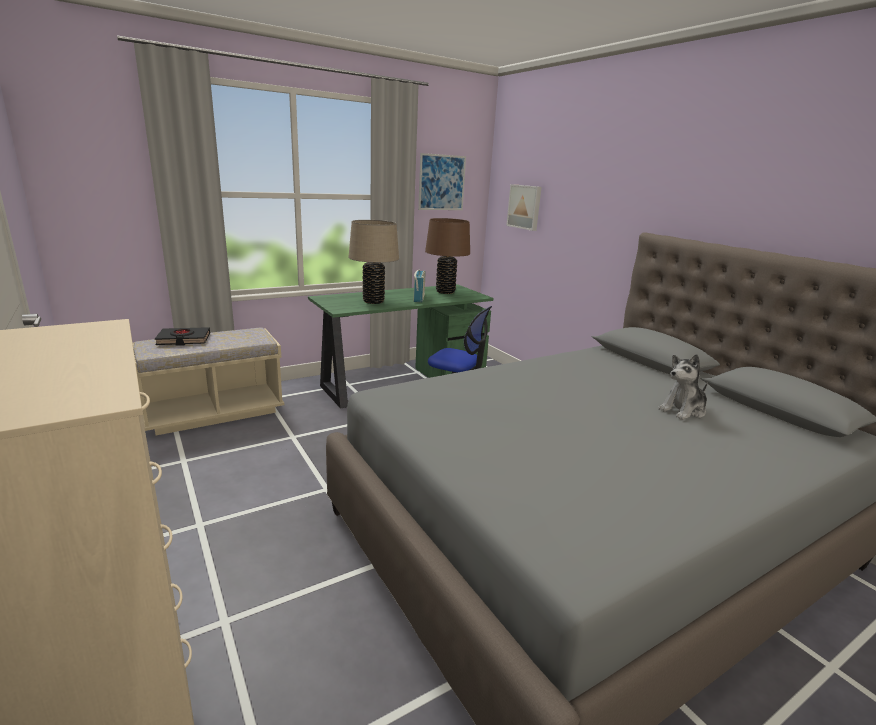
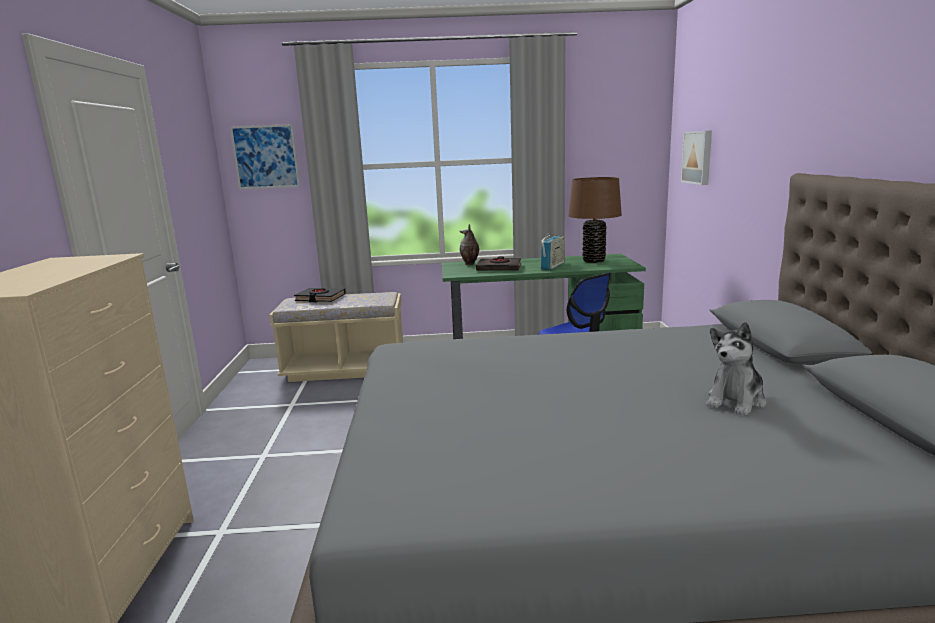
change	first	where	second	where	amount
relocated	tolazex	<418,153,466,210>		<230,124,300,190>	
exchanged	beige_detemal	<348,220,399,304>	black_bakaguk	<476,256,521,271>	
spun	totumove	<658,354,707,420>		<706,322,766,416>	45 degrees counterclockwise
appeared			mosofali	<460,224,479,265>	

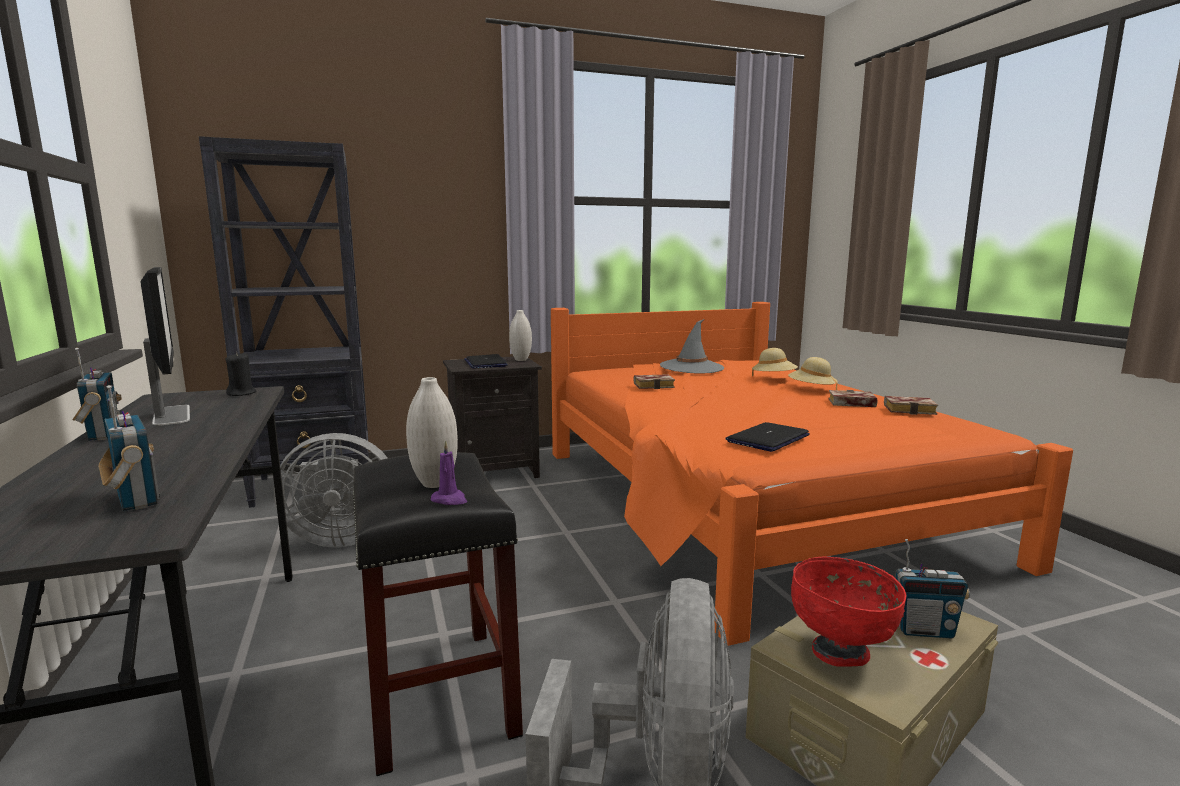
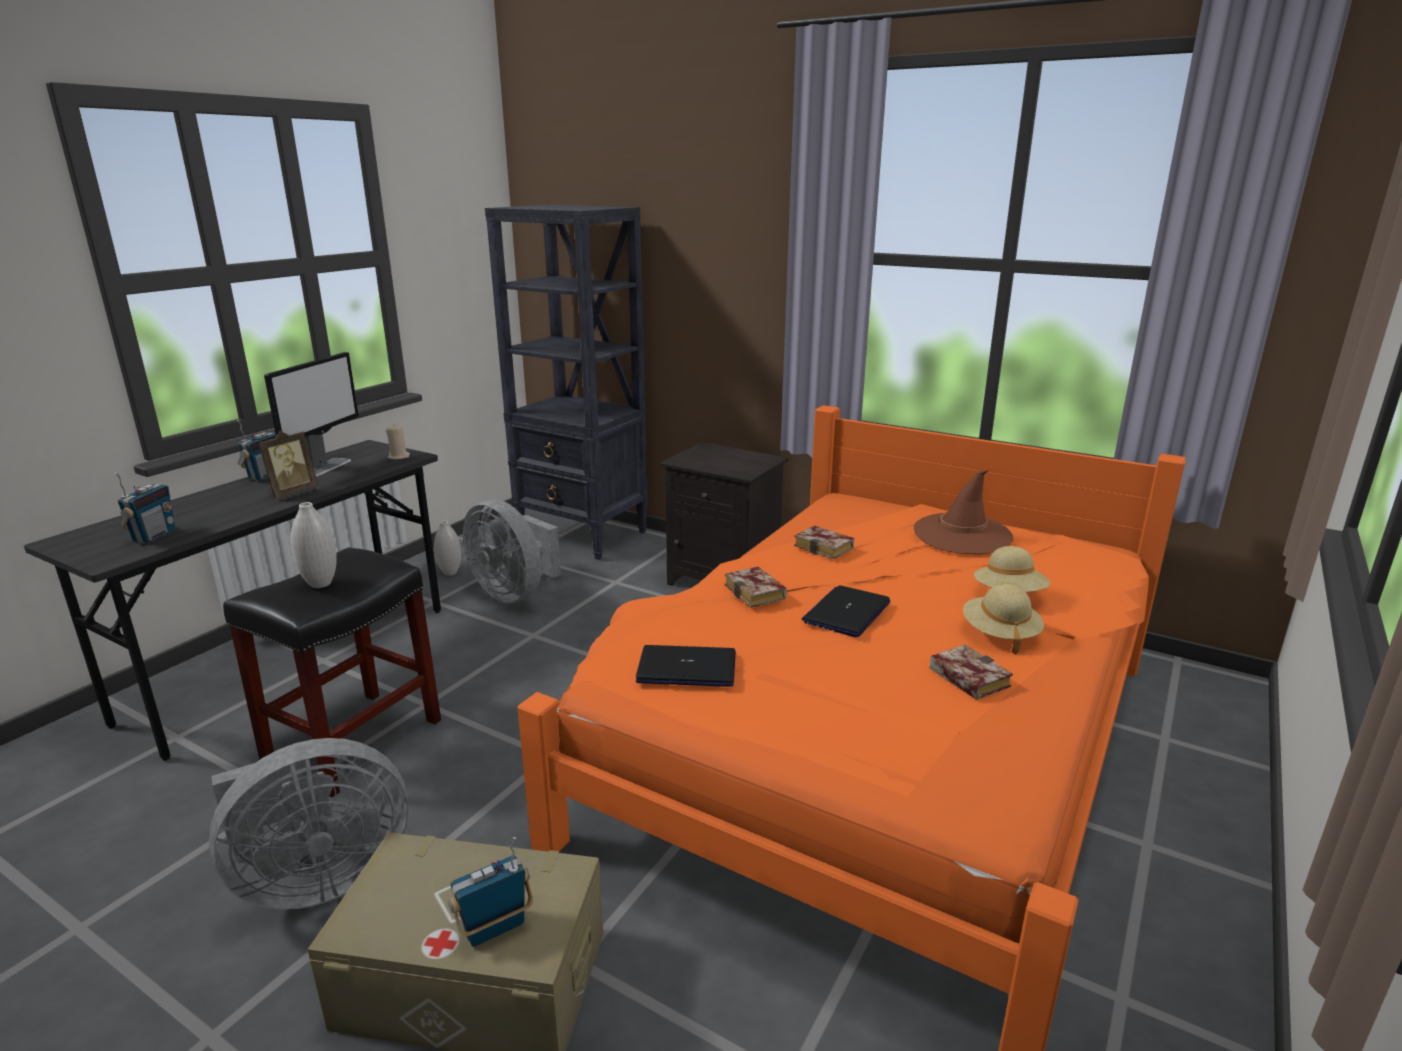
change	first	where	second	where	amount
relocated	white_mosofali	<509,310,532,361>		<434,521,461,576>	
colour	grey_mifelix	<660,319,724,373>	brown_mifelix	<914,470,1013,554>	
colour	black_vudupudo	<226,352,256,396>	beige_vudupudo	<386,423,410,459>	
relocated	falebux	<464,354,508,369>		<802,585,890,637>	
relocated	bakaguk	<884,396,938,415>		<725,567,786,607>	
missing	purple_vudupudo	<431,440,467,505>			
spun	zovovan	<896,539,970,638>		<448,837,533,947>	90 degrees clockwise
missing	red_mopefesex	<791,556,907,667>			
appeared			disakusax	<258,430,318,499>	

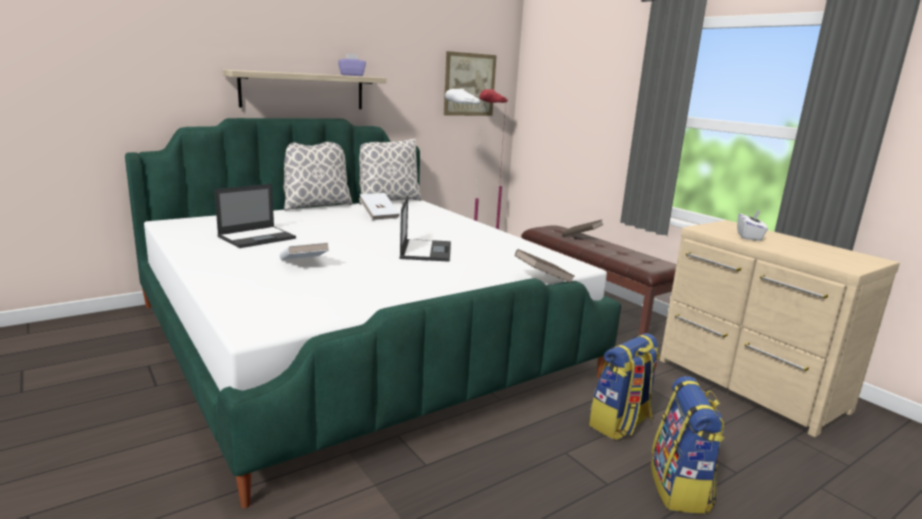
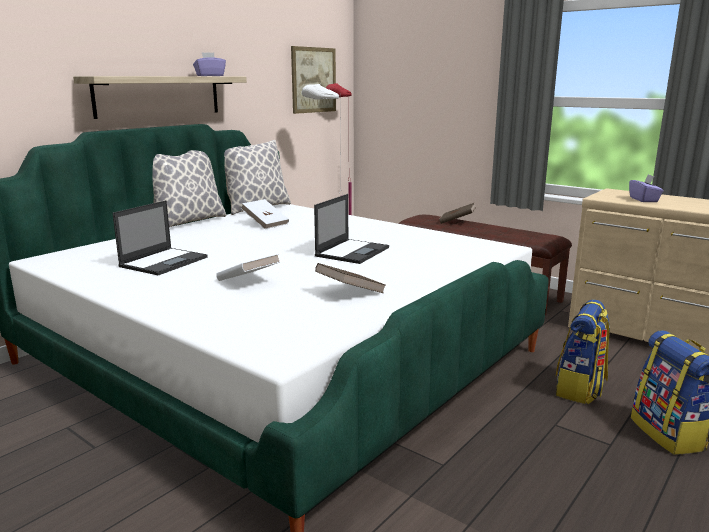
change	first	where	second	where	amount
spun	falebux	<399,195,451,262>		<314,194,389,264>	45 degrees clockwise
colour	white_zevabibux	<737,210,768,241>	purple_zevabibux	<629,174,664,202>	
relocated	brown_bakaguk	<515,249,575,283>		<315,263,385,293>	

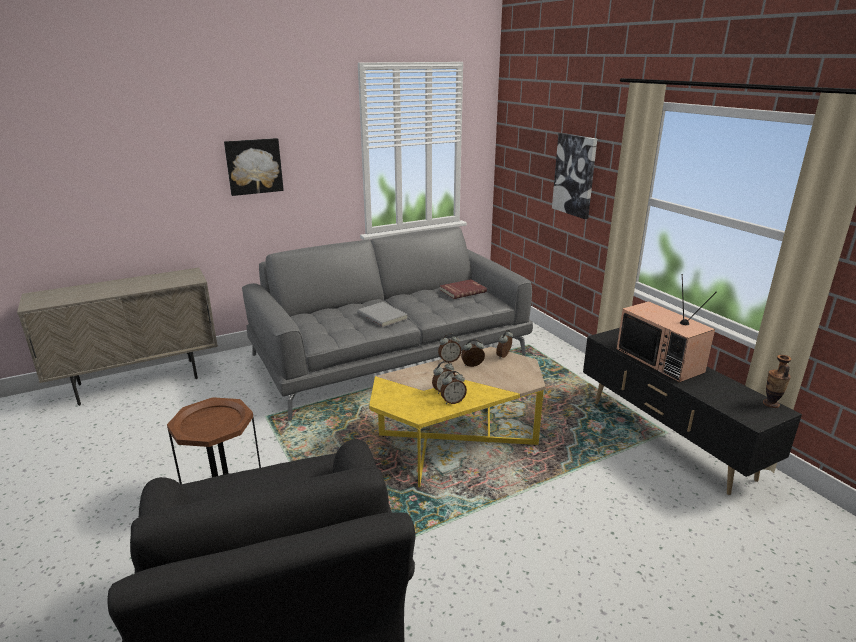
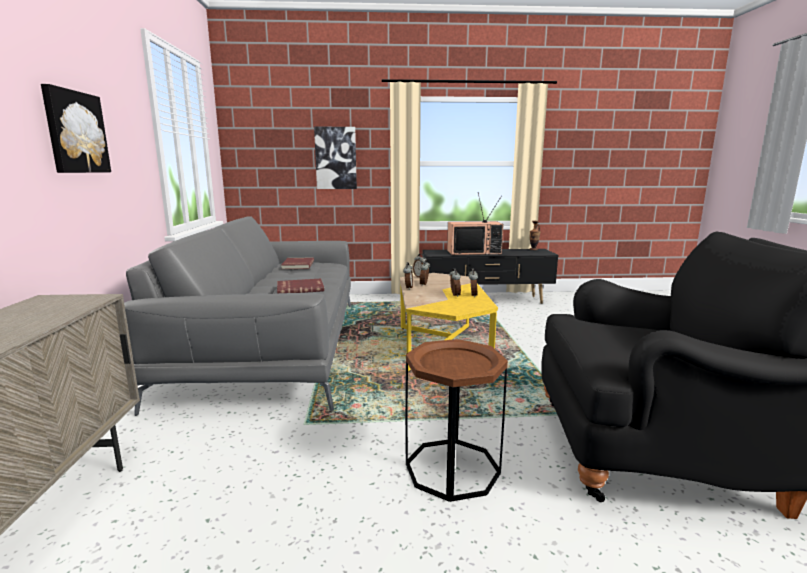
change	first	where	second	where	amount
colour	grey_bakaguk	<357,302,408,327>	red_bakaguk	<277,278,324,293>	

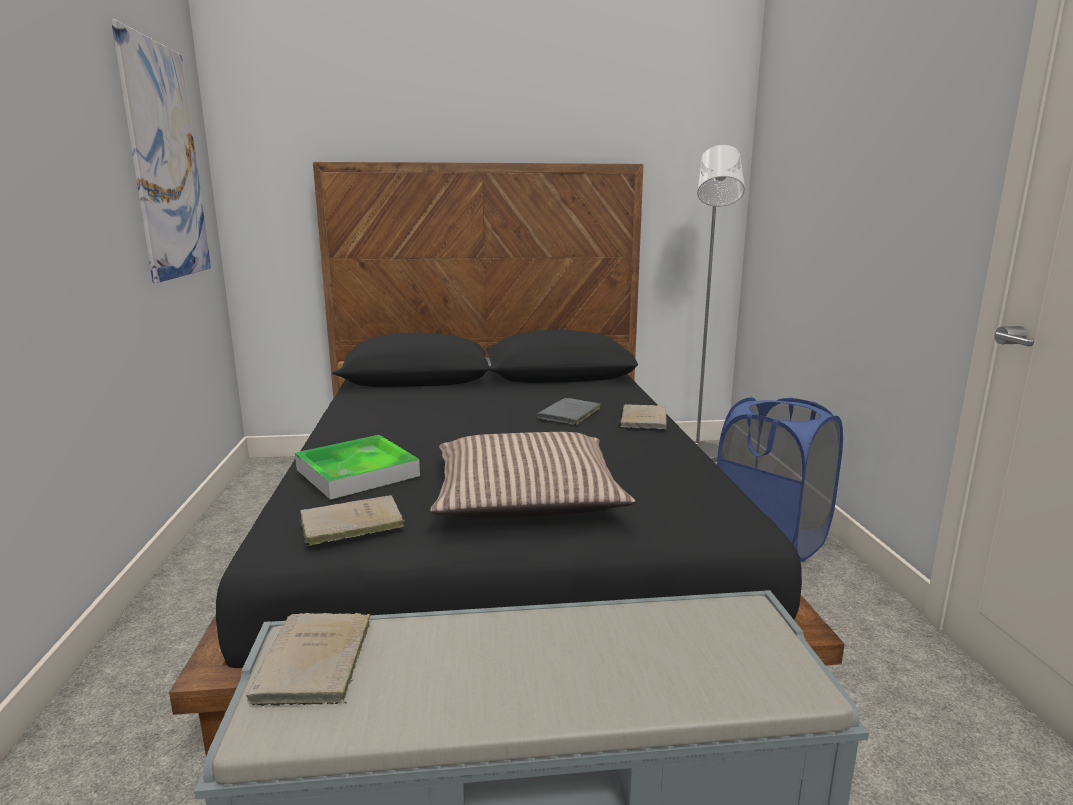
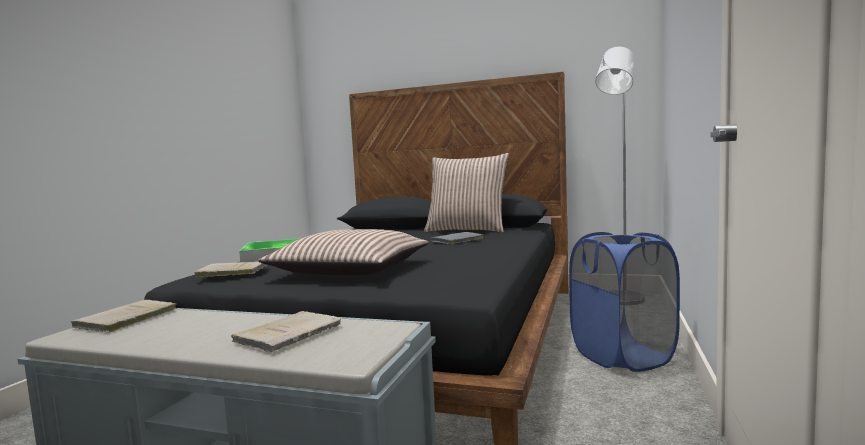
change	first	where	second	where	amount
missing	tolazex	<111,19,211,283>			
relocated	beige_bakaguk	<620,404,667,429>		<231,311,341,352>	
appeared			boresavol	<424,153,509,233>	

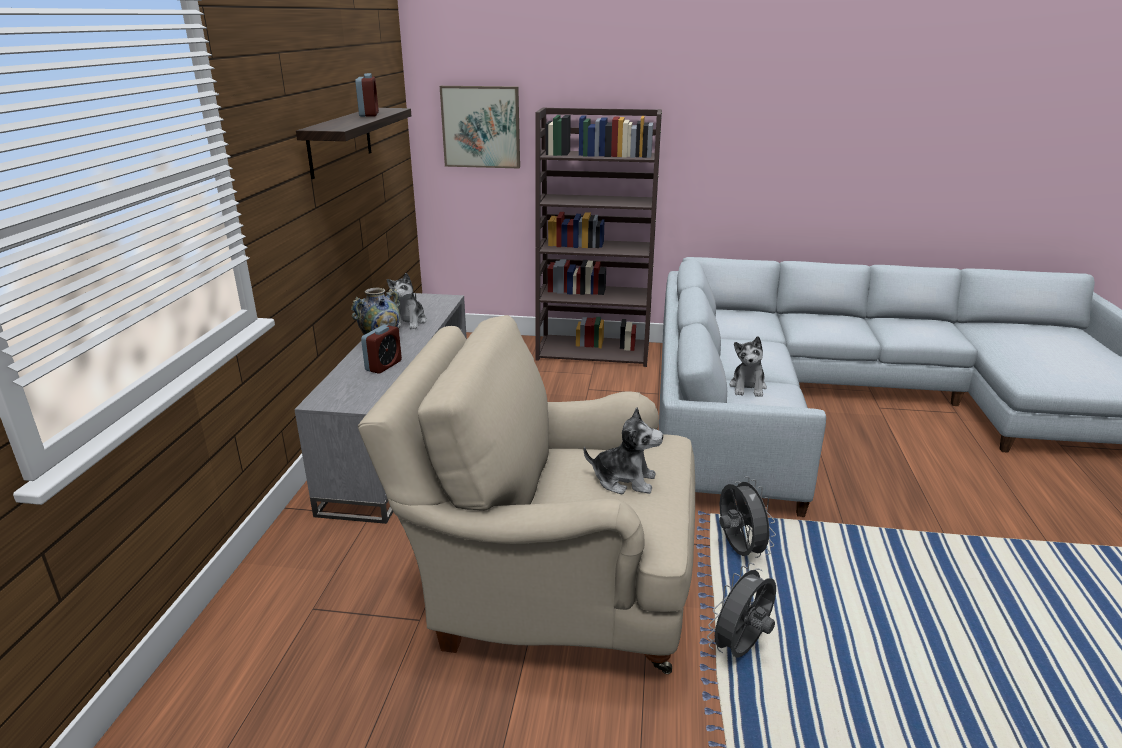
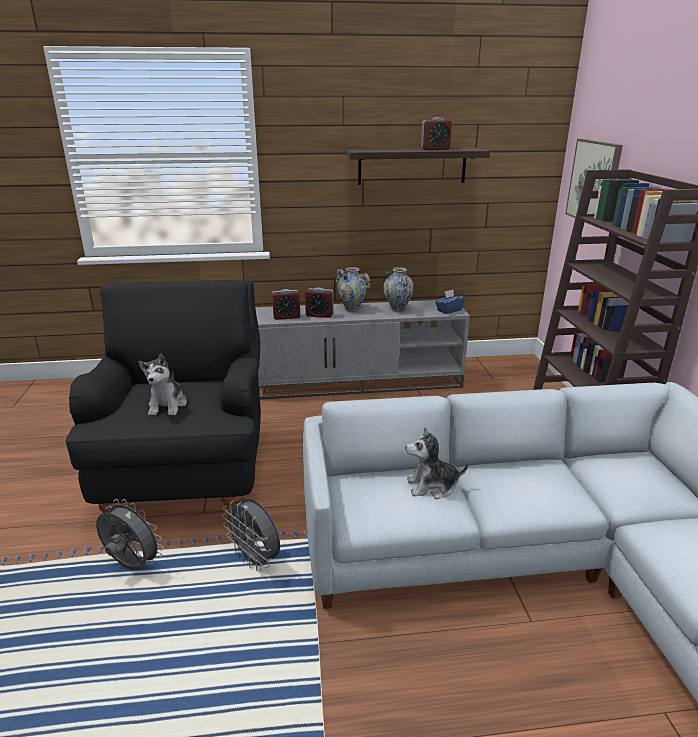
change	first	where	second	where	amount
exchanged	totumove	<387,273,427,329>	mosofali	<383,267,414,312>	
colour	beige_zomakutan	<357,315,695,674>	black_zomakutan	<65,280,261,529>	
spun	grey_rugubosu	<719,476,776,558>		<222,498,280,571>	75 degrees clockwise
appeared			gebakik	<272,289,300,320>	
appeared			blue_zevabibux	<435,290,465,314>	

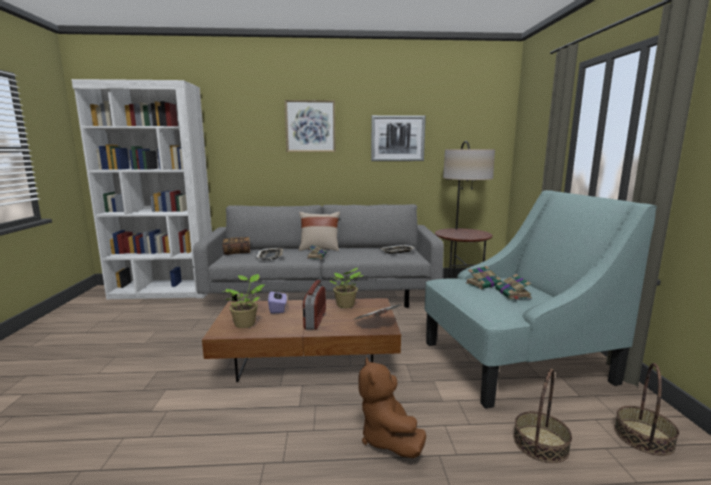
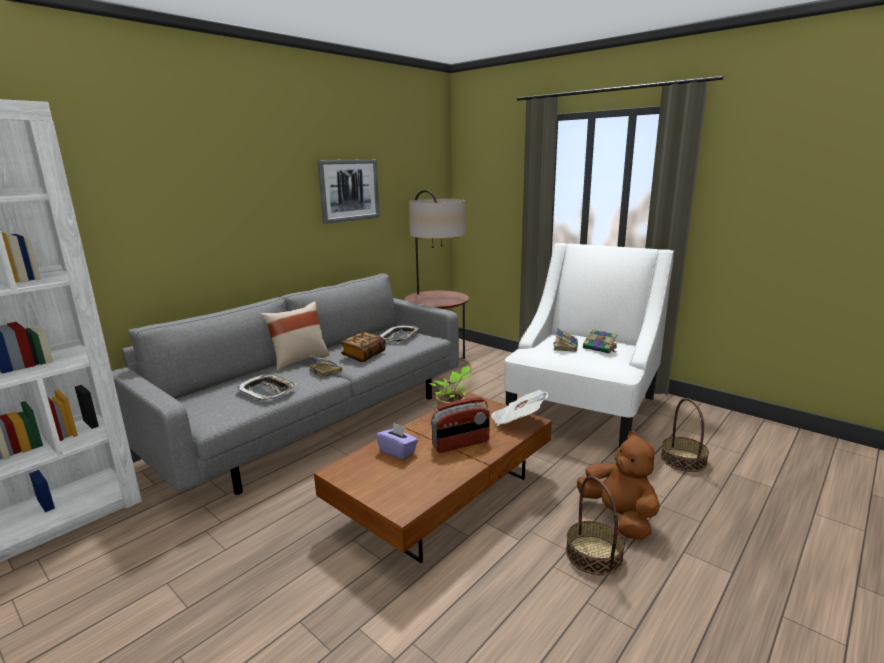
change	first	where	second	where	amount
missing	tolazex	<284,100,336,152>			
colour	turquoise_zomakutan	<425,190,657,409>	white_zomakutan	<504,243,674,449>	
relocated	bakaguk	<222,237,250,255>		<340,332,386,362>	
missing	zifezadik	<222,274,265,328>			
spun	zovovan	<302,280,326,330>		<431,397,490,453>	75 degrees counterclockwise
spun	brown_totumove	<358,357,426,458>		<577,431,660,540>	150 degrees counterclockwise
relocated	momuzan	<614,363,679,456>		<566,476,625,575>	

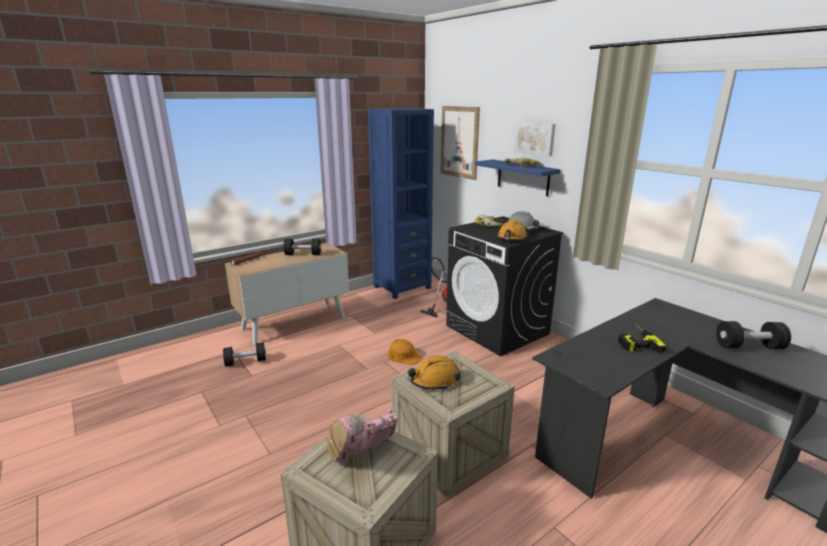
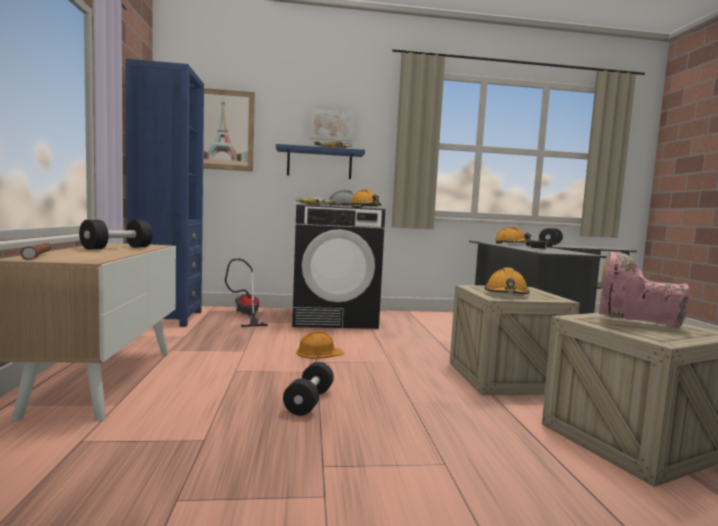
change	first	where	second	where	amount
relocated	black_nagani	<223,342,266,367>		<283,362,334,416>	
spun	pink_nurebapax	<327,408,398,462>		<599,252,690,328>	120 degrees clockwise
appeared			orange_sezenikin	<495,227,531,243>	

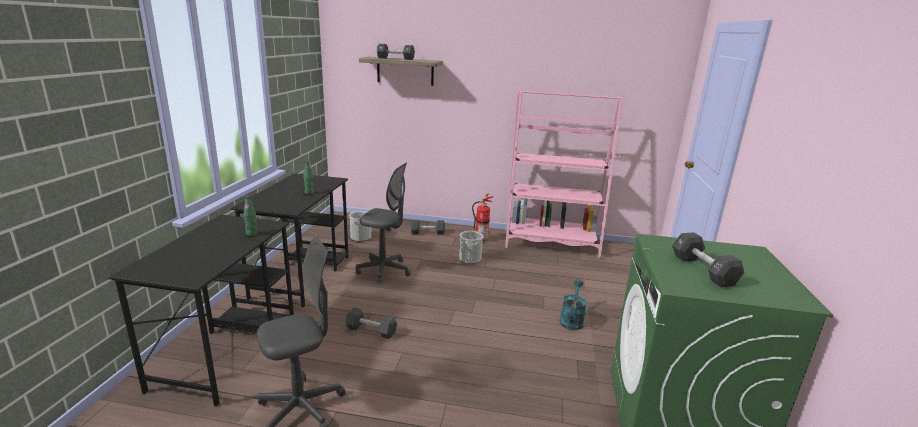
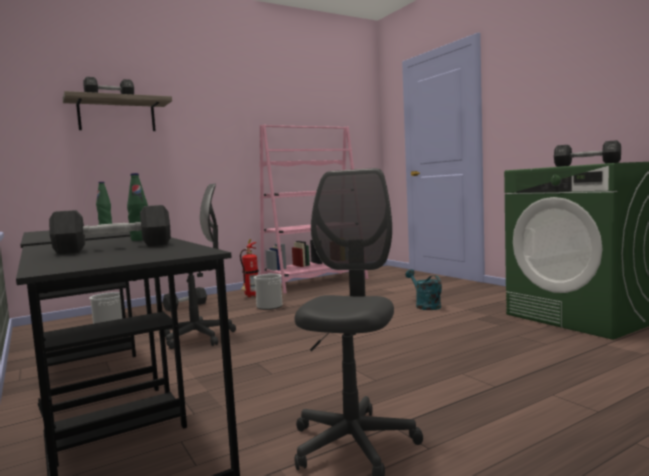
change	first	where	second	where	amount
relocated	black_nagani	<346,307,397,339>		<49,205,171,255>	

